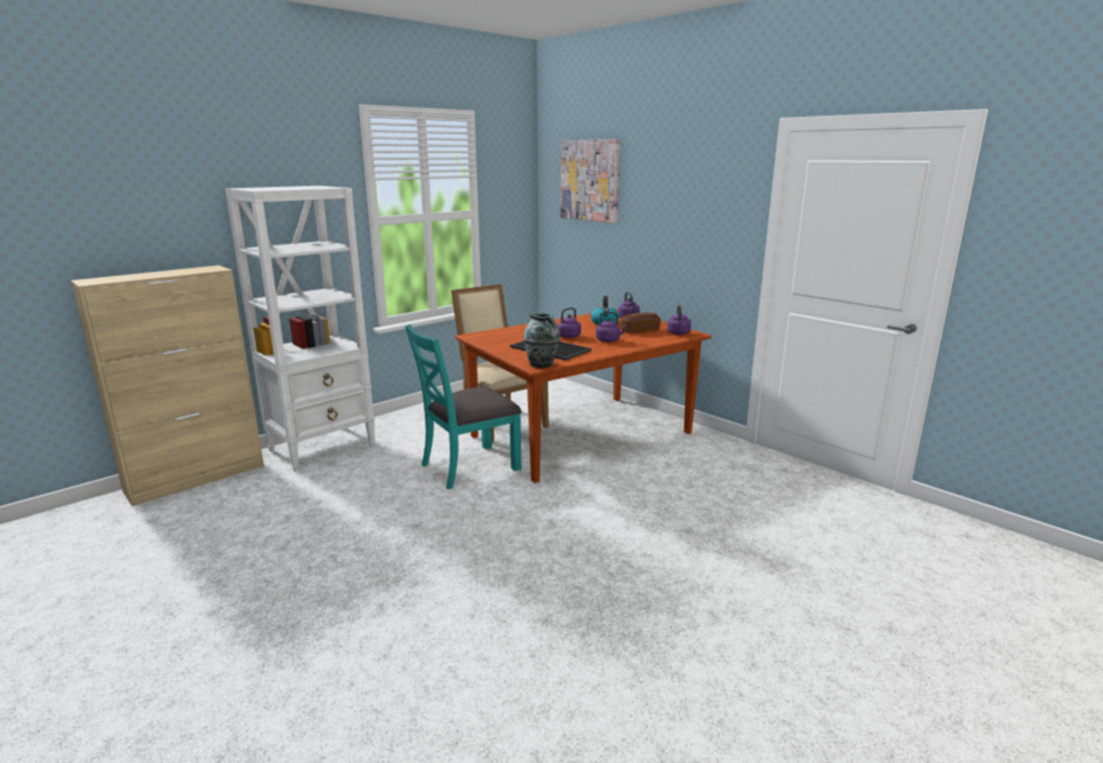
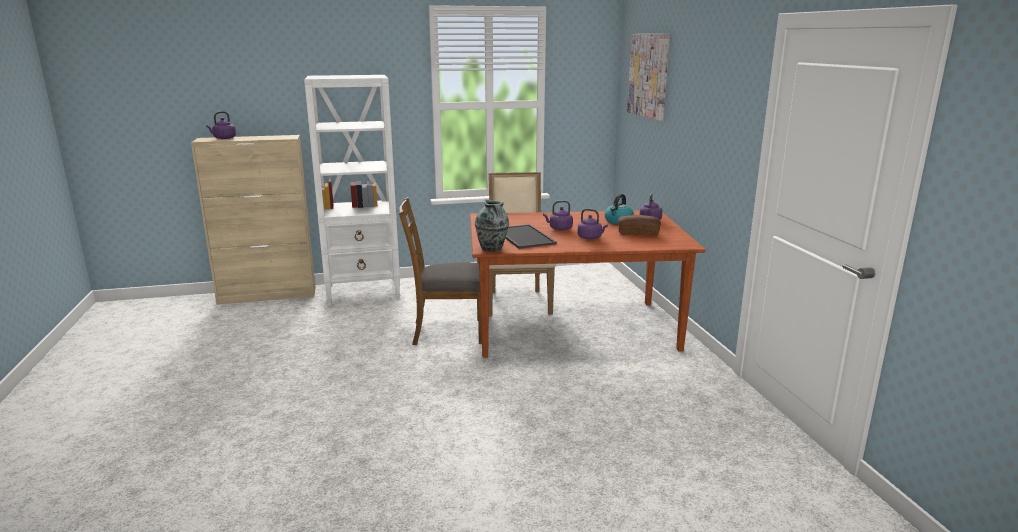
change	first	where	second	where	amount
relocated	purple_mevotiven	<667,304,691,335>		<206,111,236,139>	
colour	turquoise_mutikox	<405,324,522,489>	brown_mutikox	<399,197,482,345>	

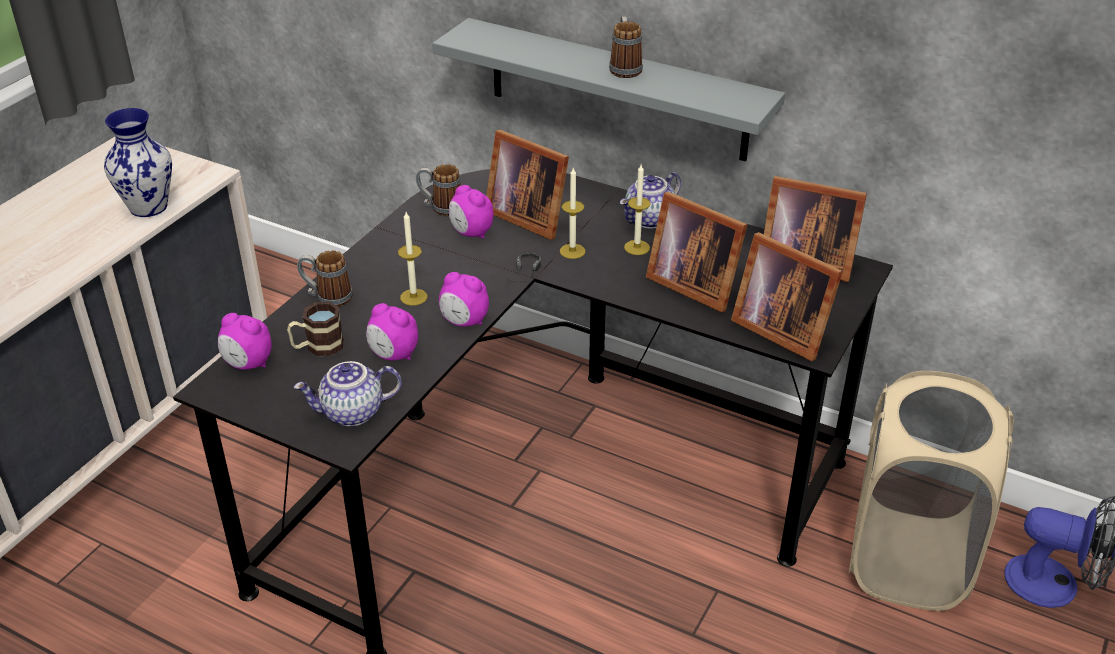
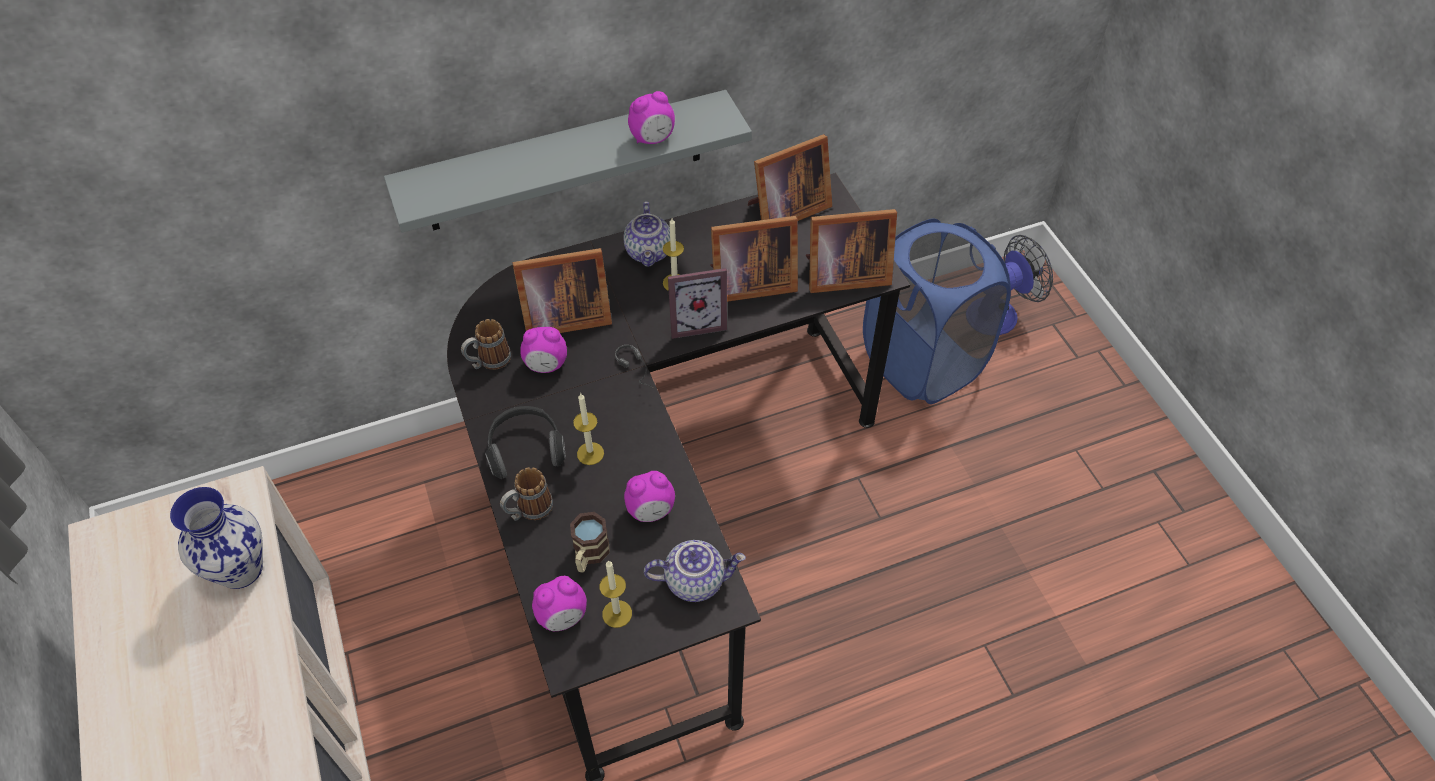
change	first	where	second	where	amount
missing	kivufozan	<609,16,643,78>			
relocated	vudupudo	<560,168,585,259>		<599,560,632,628>	
relocated	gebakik	<439,272,489,327>		<628,91,675,144>	
spun	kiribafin	<294,361,402,426>		<644,540,746,602>	120 degrees counterclockwise
colour	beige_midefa	<849,371,1014,611>	blue_midefa	<863,219,1011,404>	
appeared			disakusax	<668,268,727,339>	
appeared			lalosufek	<485,406,565,479>	

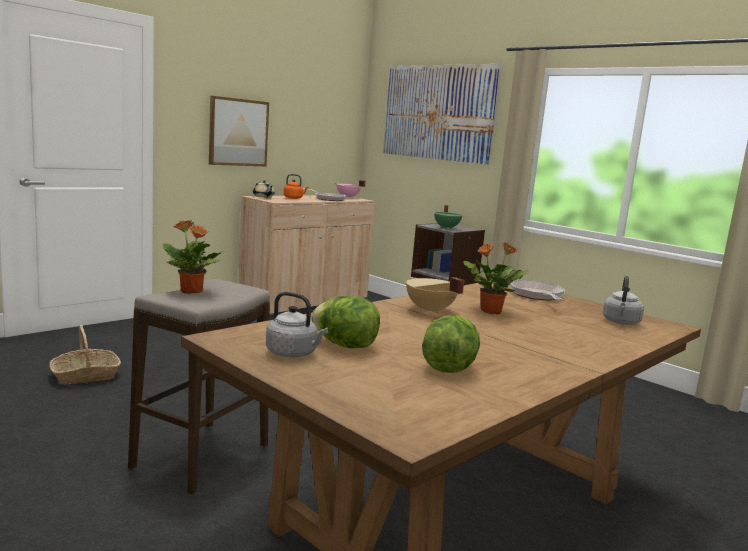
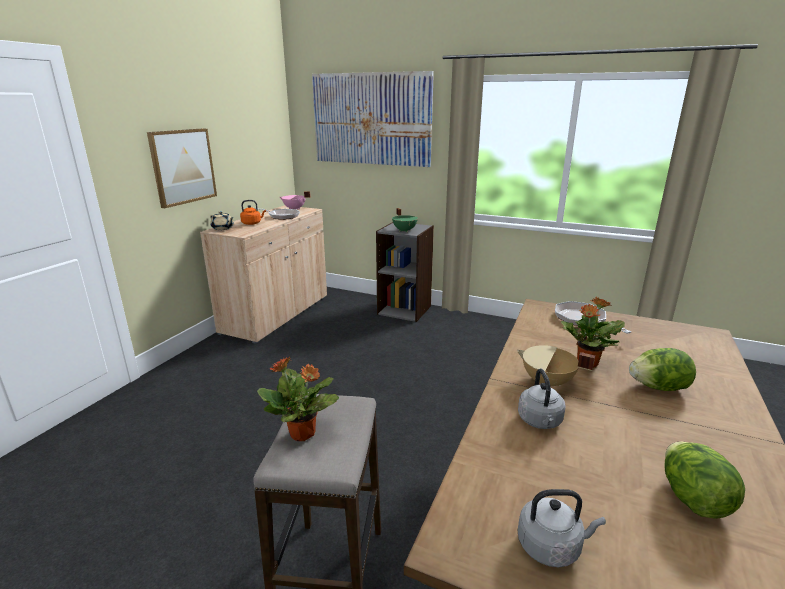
change	first	where	second	where	amount
relocated	grey_mevotiven	<602,276,644,325>		<518,369,566,429>	
relocated	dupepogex	<311,296,380,348>		<629,348,696,391>	
missing	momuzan	<49,325,121,385>			

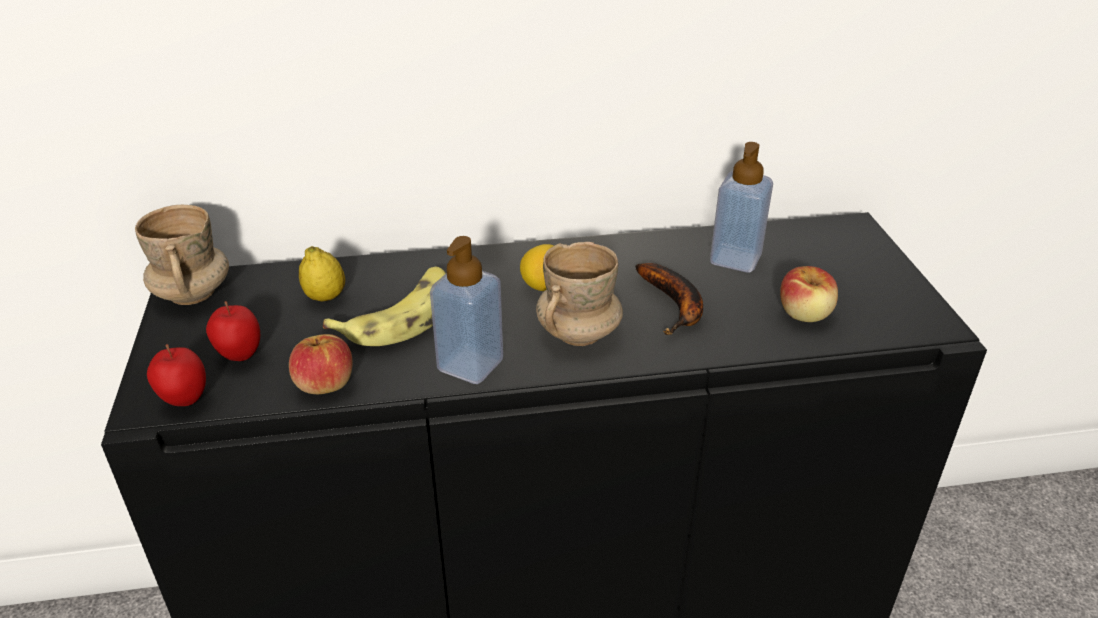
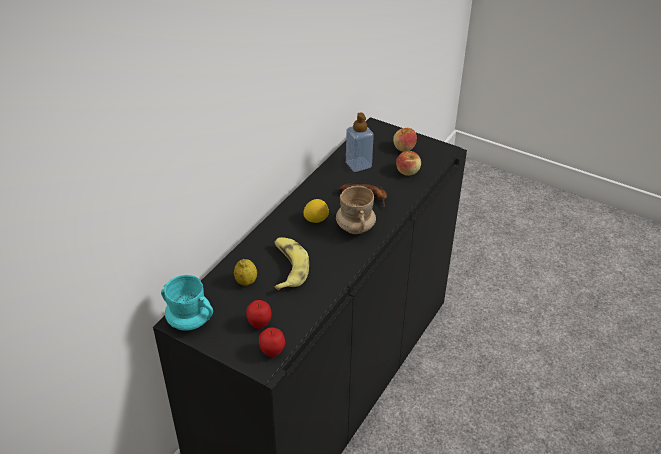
change	first	where	second	where	amount
colour	beige_kivufozan	<135,205,229,305>	turquoise_kivufozan	<161,275,213,331>	
missing	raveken	<430,236,503,384>			
relocated	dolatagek	<289,334,353,394>		<393,128,417,152>	

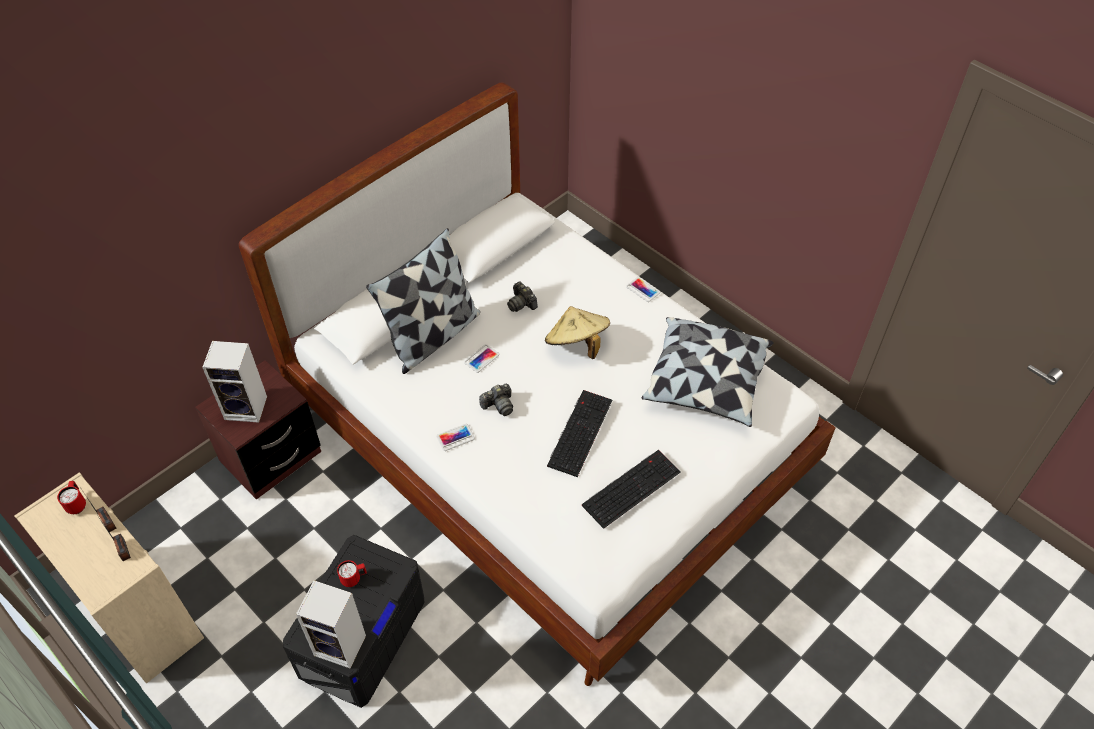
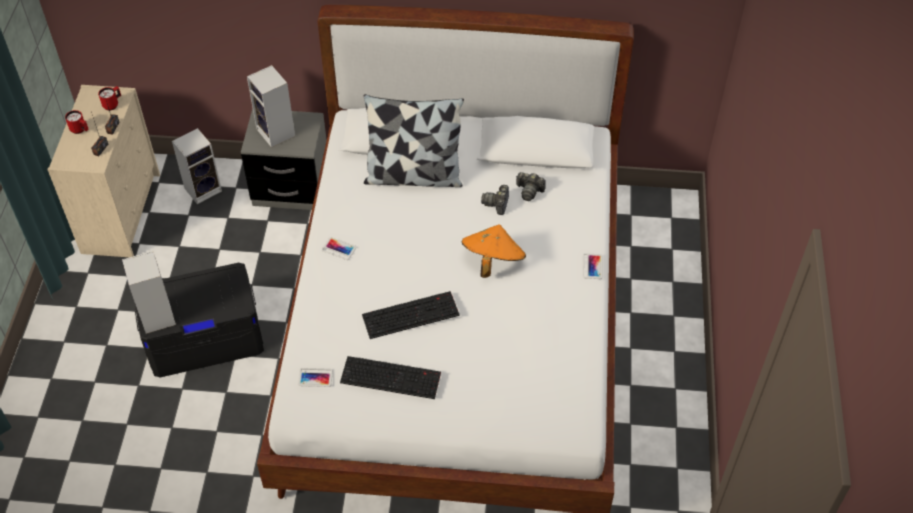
change	first	where	second	where	amount
colour	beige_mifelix	<545,306,610,359>	orange_mifelix	<462,224,526,278>	
missing	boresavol	<642,317,774,427>			
relocated	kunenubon	<464,344,500,373>		<298,368,333,387>	
colour	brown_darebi	<195,360,321,500>	grey_darebi	<241,108,327,210>	
relocated	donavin	<479,384,513,416>		<516,172,546,201>	
relocated	red_kivufozan	<337,560,367,587>		<65,110,88,134>	
appeared			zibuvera	<172,128,222,204>	

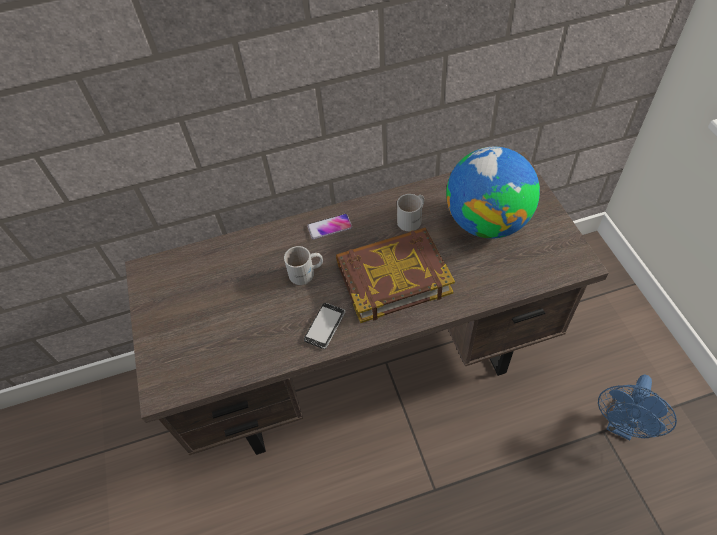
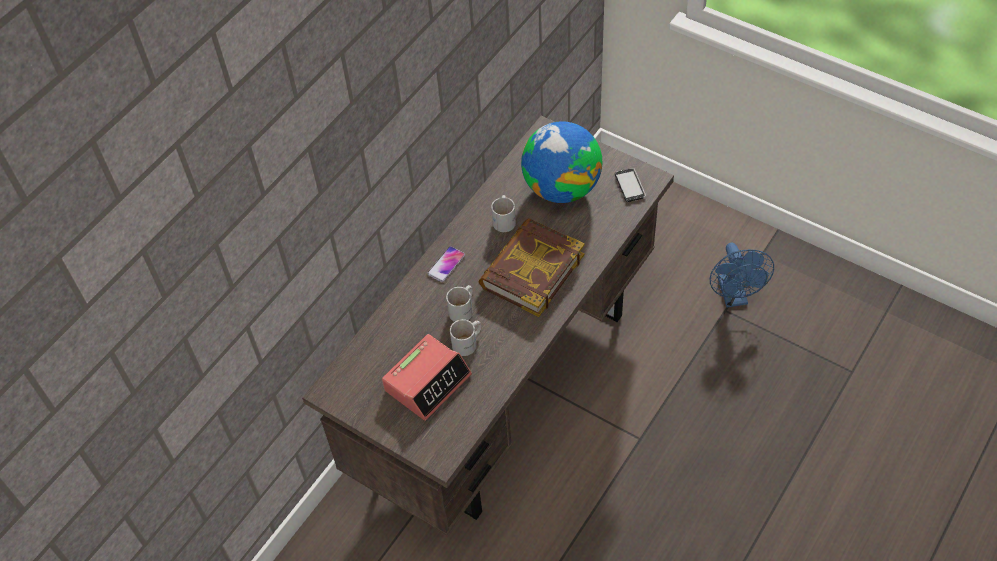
change	first	where	second	where	amount
relocated	kunenubon	<304,303,345,349>		<615,168,646,202>	
appeared			white_kivufozan	<450,319,481,356>	
appeared			gebakik	<382,334,472,421>	

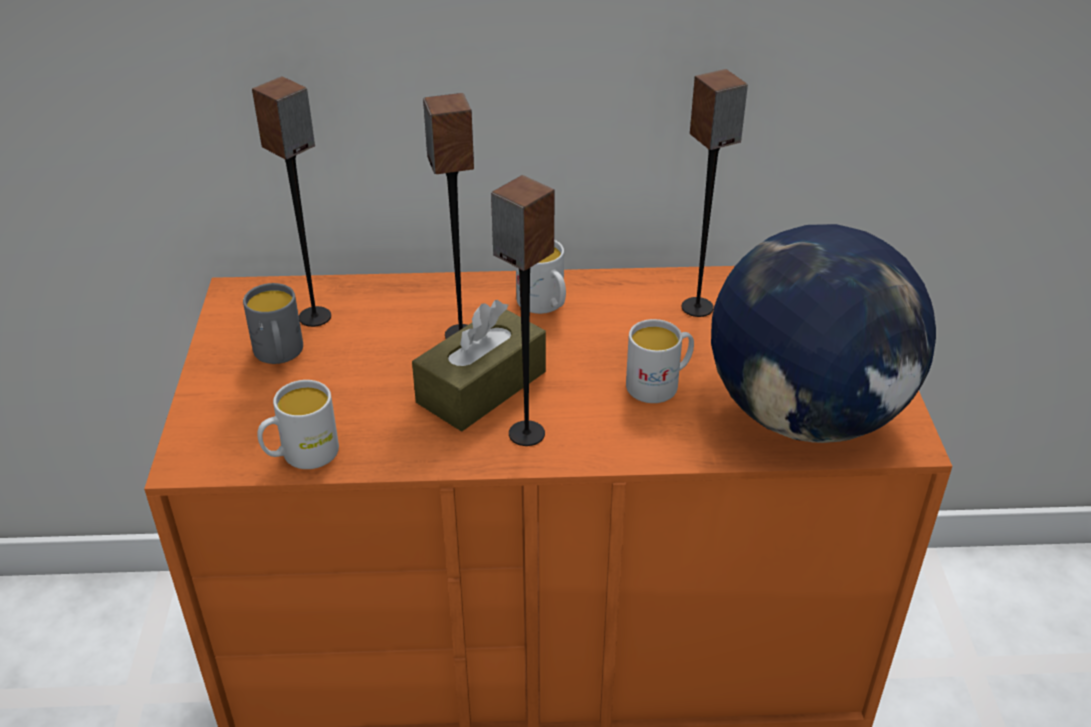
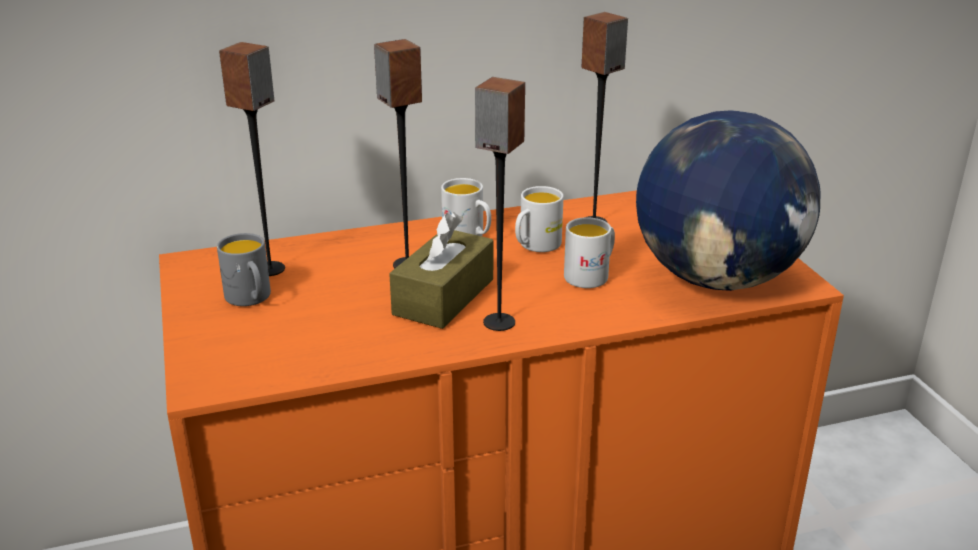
change	first	where	second	where	amount
relocated	white_kivufozan	<257,380,339,469>		<515,186,564,252>	

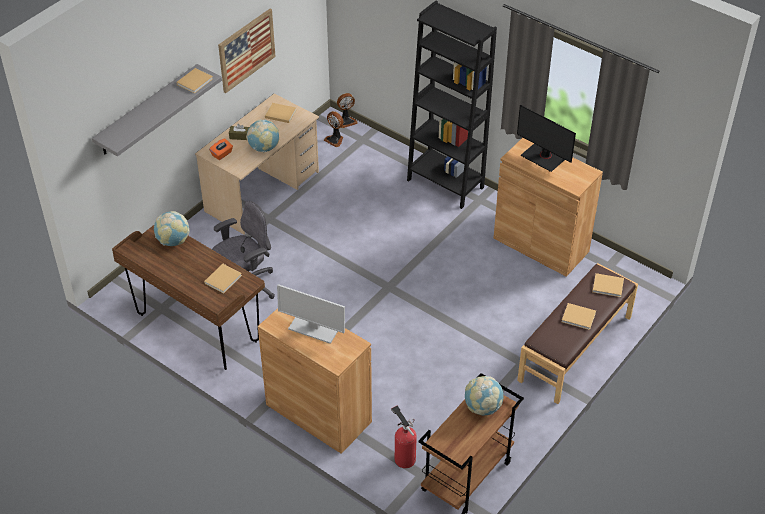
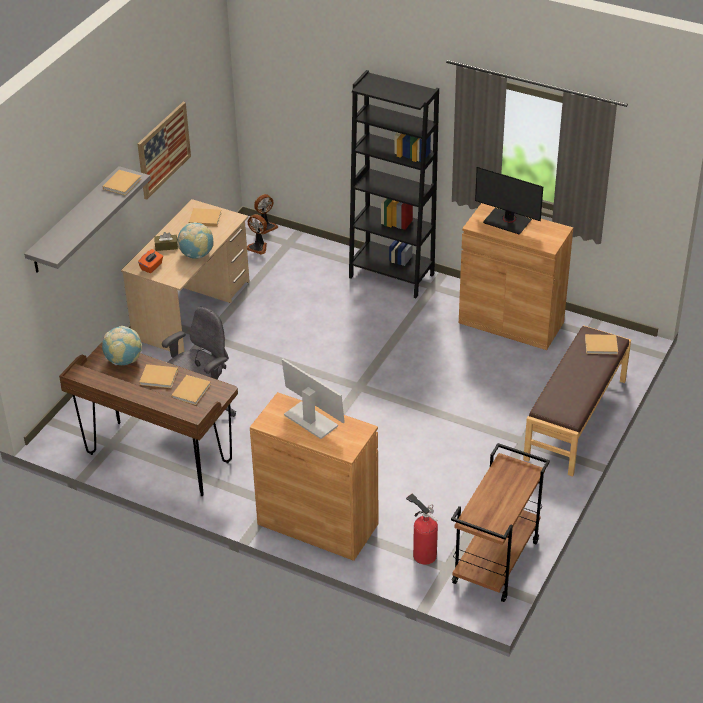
change	first	where	second	where	amount
spun	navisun	<277,284,345,344>		<282,359,345,439>	150 degrees counterclockwise
relocated	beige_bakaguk	<562,303,596,330>		<139,364,178,388>	
missing	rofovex	<465,376,504,415>			

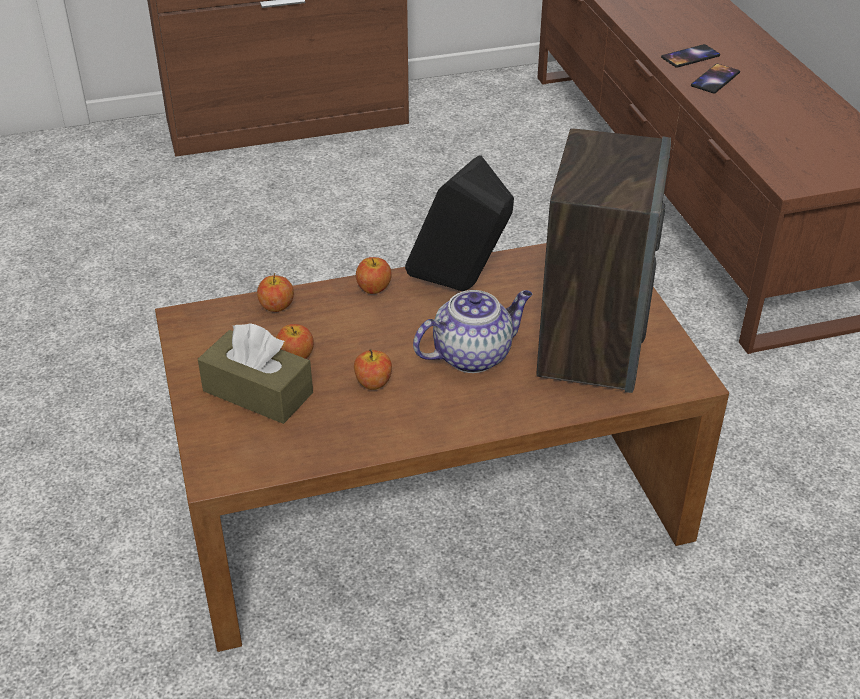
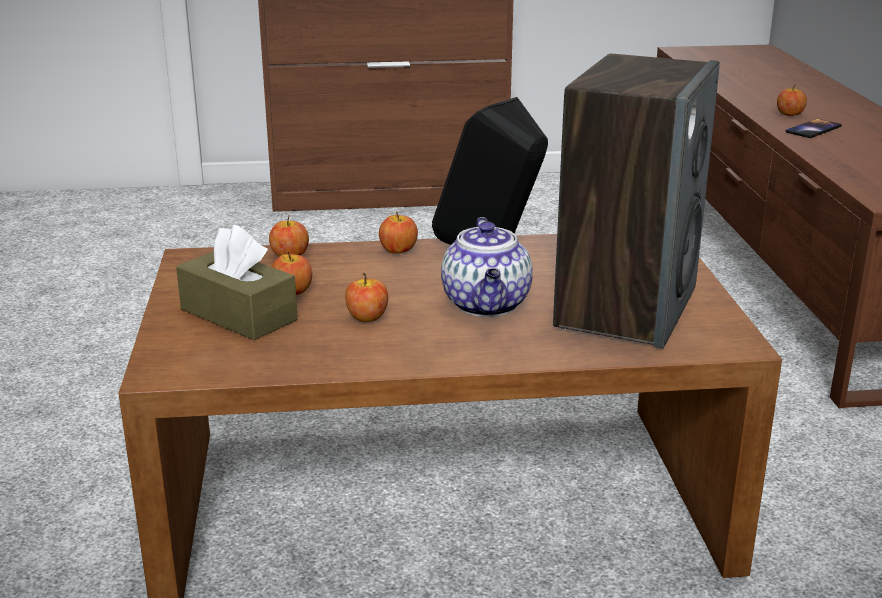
change	first	where	second	where	amount
exchanged	kunenubon	<661,44,720,68>	dolatagek	<777,84,807,116>	
spun	kiribafin	<413,290,532,373>		<441,217,533,317>	105 degrees clockwise

